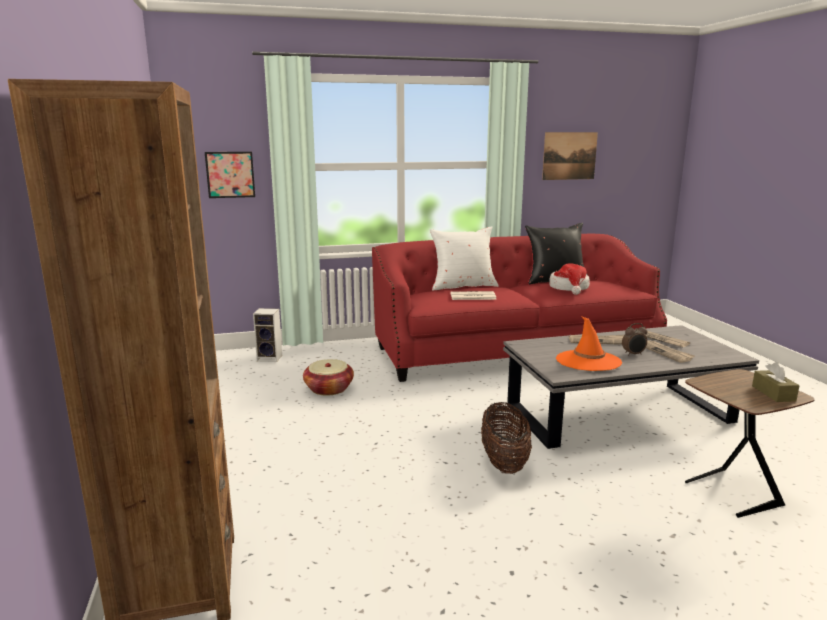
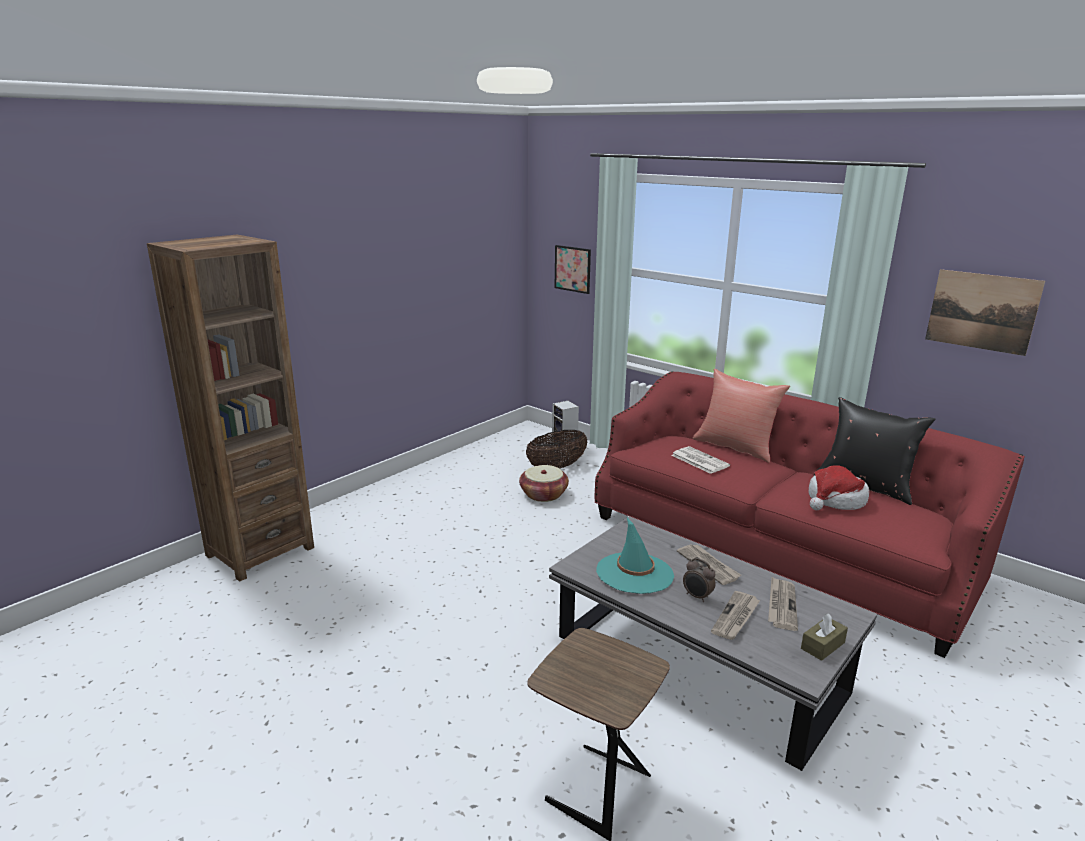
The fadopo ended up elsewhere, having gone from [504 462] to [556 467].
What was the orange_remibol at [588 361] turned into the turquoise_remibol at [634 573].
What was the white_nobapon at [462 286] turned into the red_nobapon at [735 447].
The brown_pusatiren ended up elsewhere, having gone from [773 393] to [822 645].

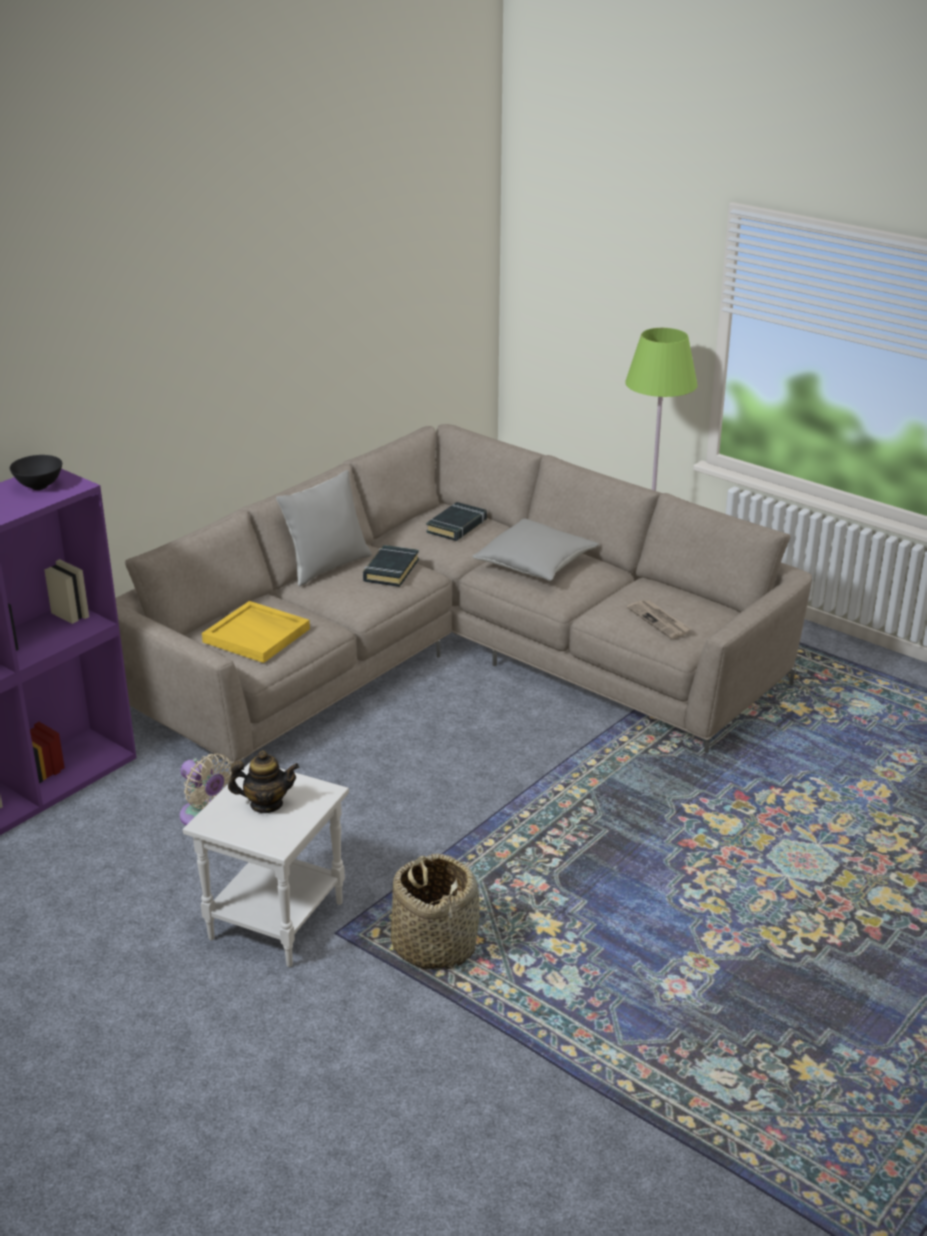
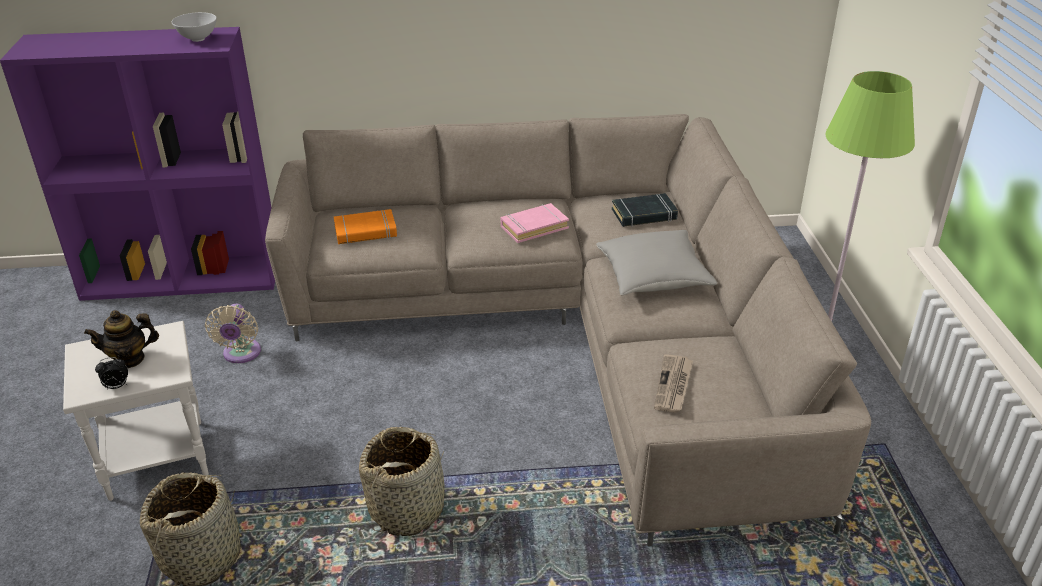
The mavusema at [266 804] ended up facing another way, 120 degrees clockwise from before.
The second view gained the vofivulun at [116 386].
What was the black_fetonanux at [39 487] turned into the white_fetonanux at [198 39].
Where the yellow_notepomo stood at [257 635], the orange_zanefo came to stand at [365 231].
The second view gained the fadopo at [407 508].
What was the black_zanefo at [390 570] turned into the pink_zanefo at [534 227].
The second view lost the grey_nobapon at [327 567].

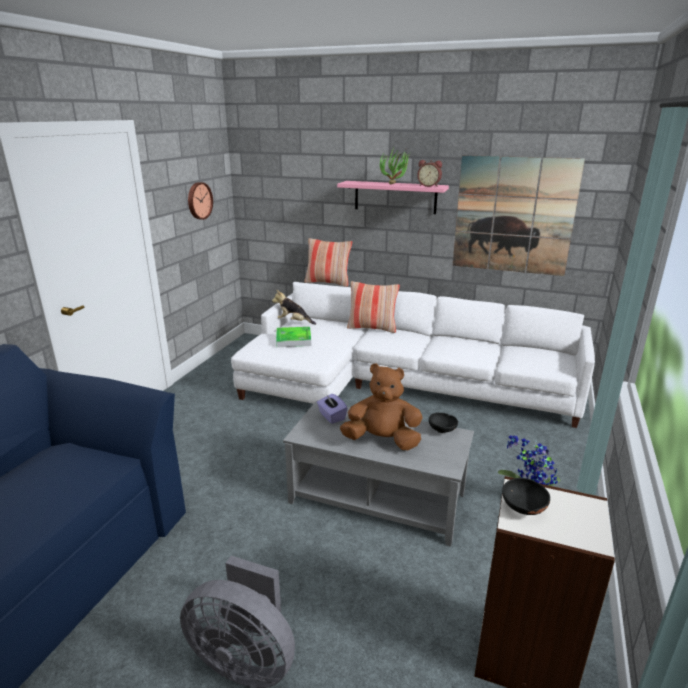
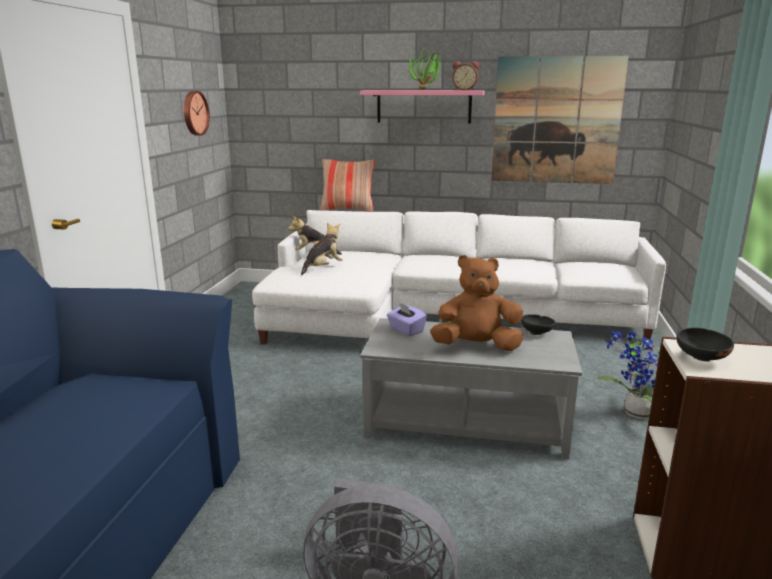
Where the notepomo stood at [293 339], the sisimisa came to stand at [323 268].
The second view lost the nobapon at [372 328].

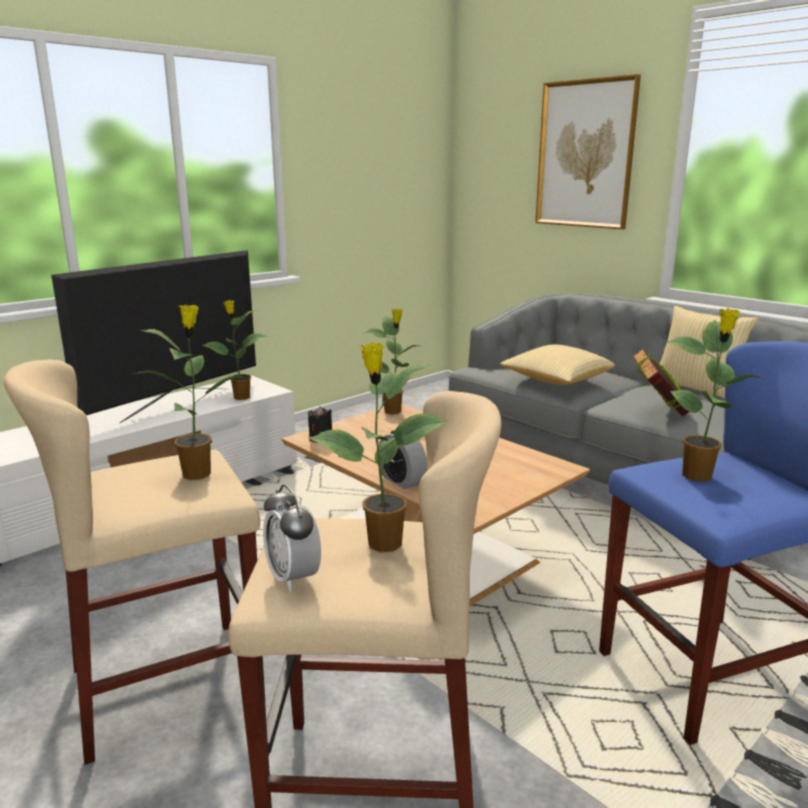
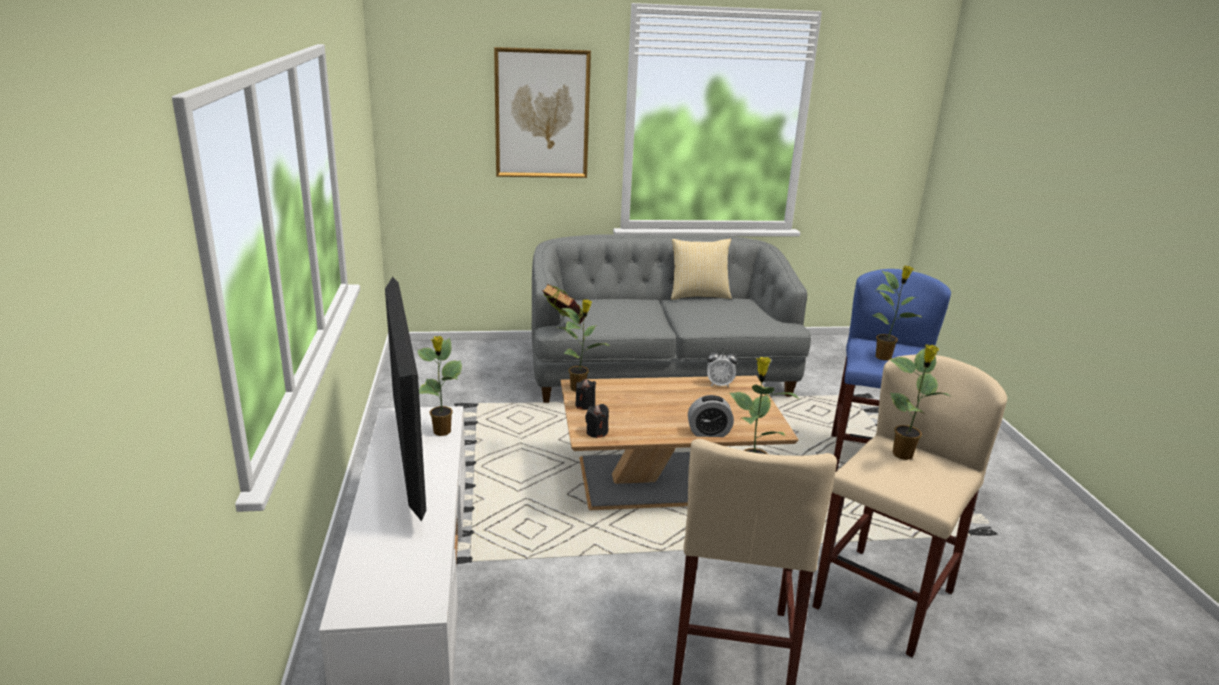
The zanefo ended up elsewhere, having gone from [658 411] to [563 325].
The second view gained the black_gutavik at [585 405].
The vofivulun ended up elsewhere, having gone from [293 577] to [719 384].
The second view lost the nobapon at [556 381].

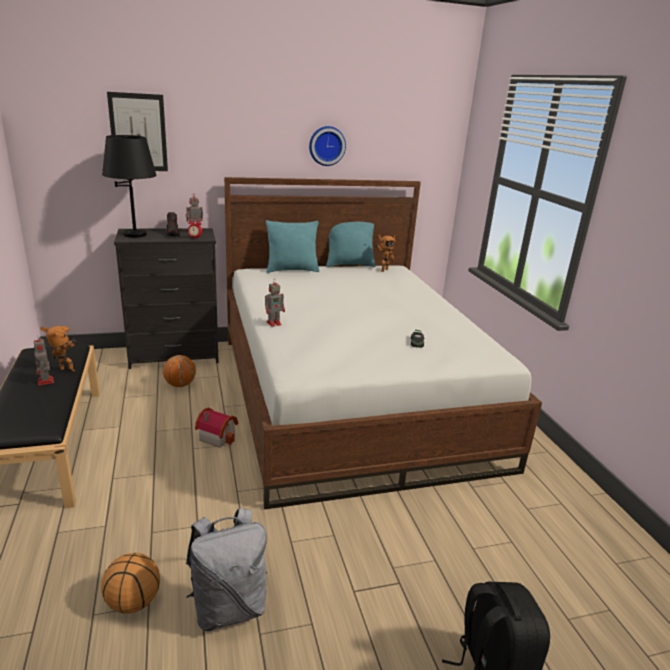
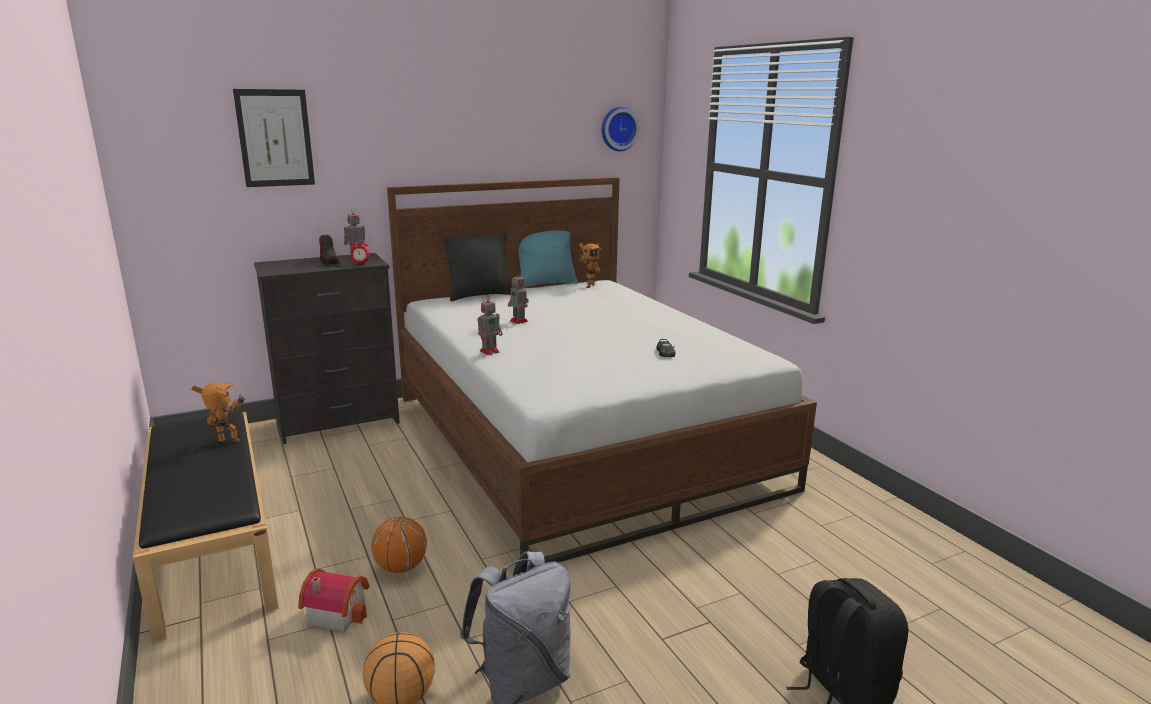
The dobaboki ended up elsewhere, having gone from [217 436] to [337 612].
The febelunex ended up elsewhere, having gone from [180 385] to [401 567].
What was the turquoise_nobapon at [292 270] turned into the black_nobapon at [480 295].
The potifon ended up elsewhere, having gone from [46 381] to [519 321].
The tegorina ended up elsewhere, having gone from [326 145] to [618 128].
The second view lost the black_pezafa at [135 234].

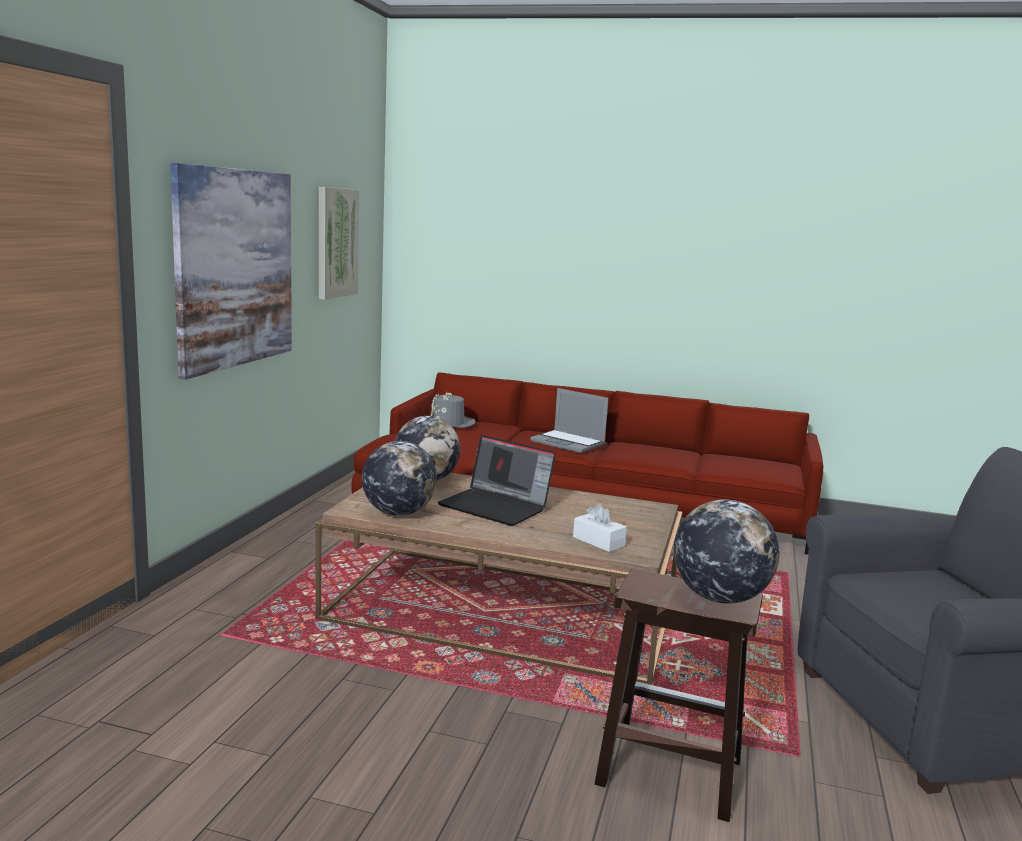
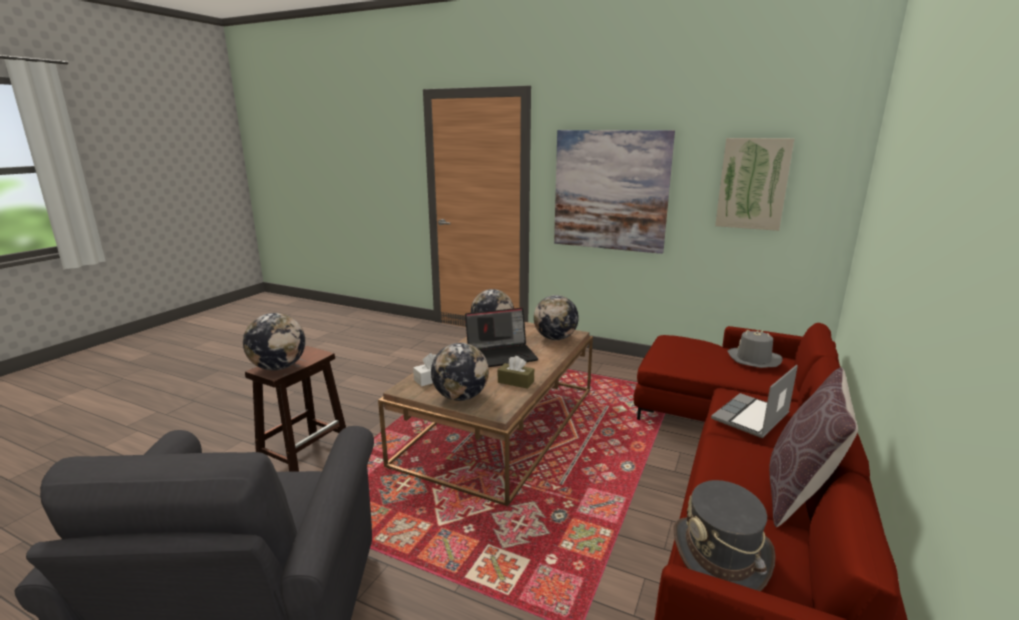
The second view gained the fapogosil at [460 397].
The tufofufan at [497 507] ended up facing another way, 150 degrees counterclockwise from before.
The second view gained the brown_pusatiren at [515 382].
The second view gained the grey_remibol at [720 557].
The second view gained the brown_nobapon at [799 492].

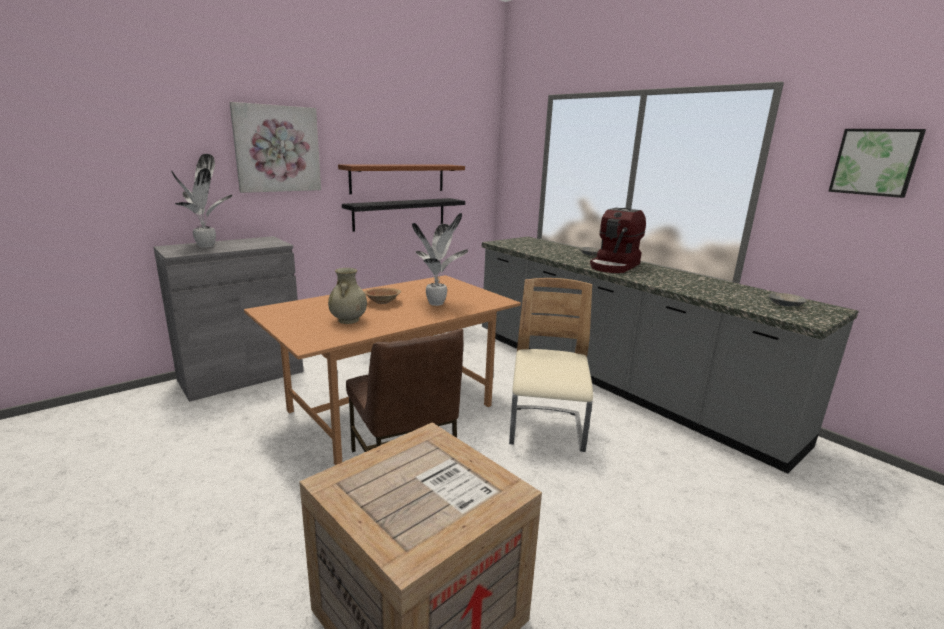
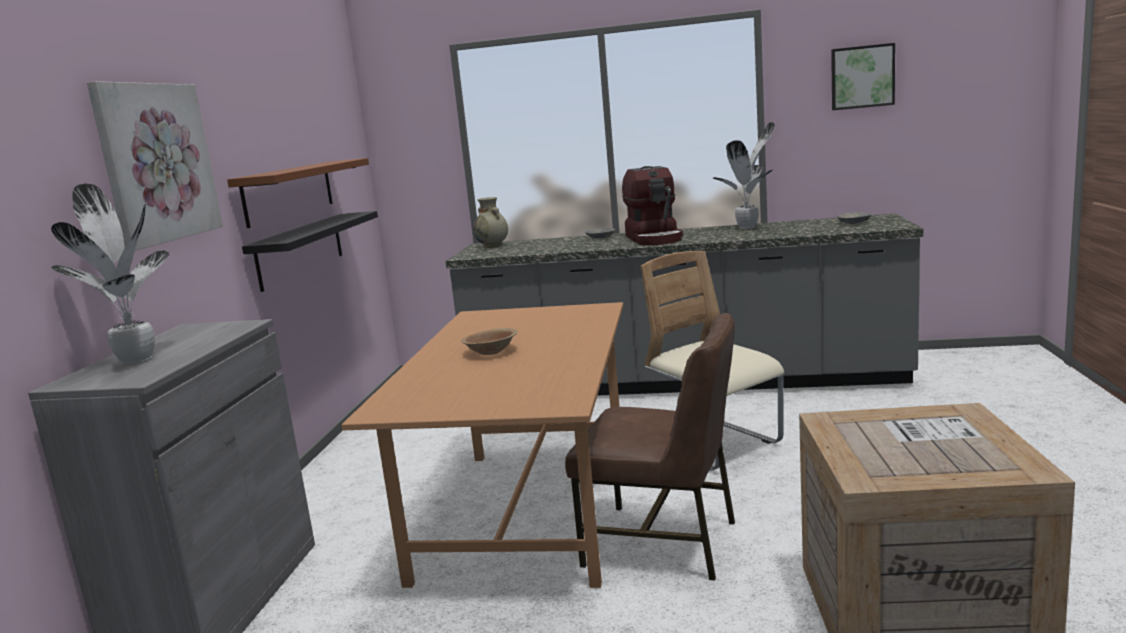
The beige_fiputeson ended up elsewhere, having gone from [348 320] to [493 246].
The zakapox ended up elsewhere, having gone from [437 303] to [749 227].

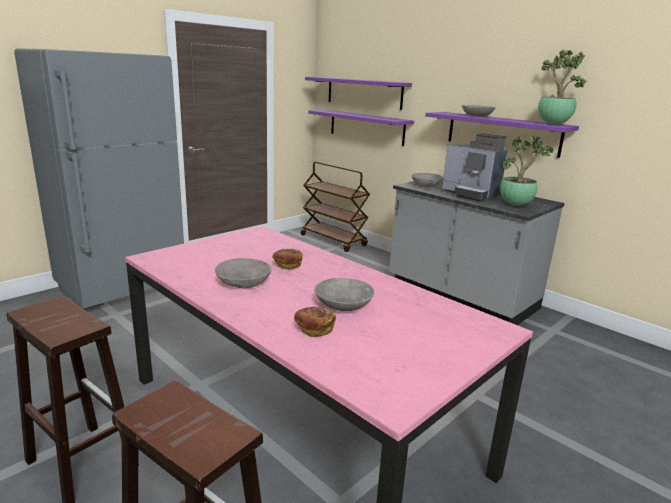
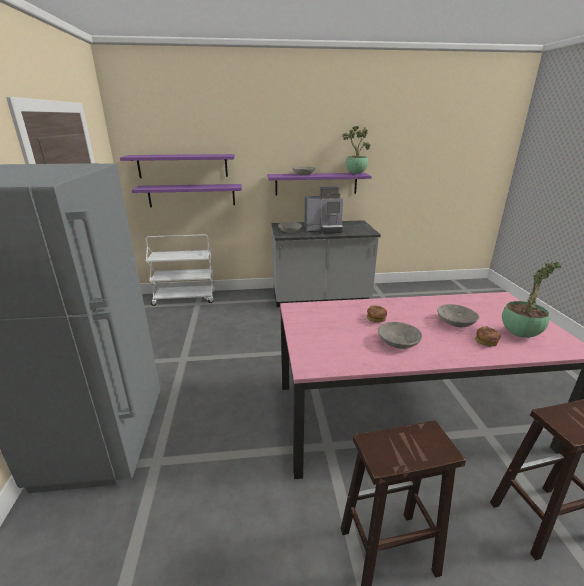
What was the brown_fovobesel at [333 240] turned into the white_fovobesel at [185 298].
The zakapox ended up elsewhere, having gone from [516 205] to [519 334].

